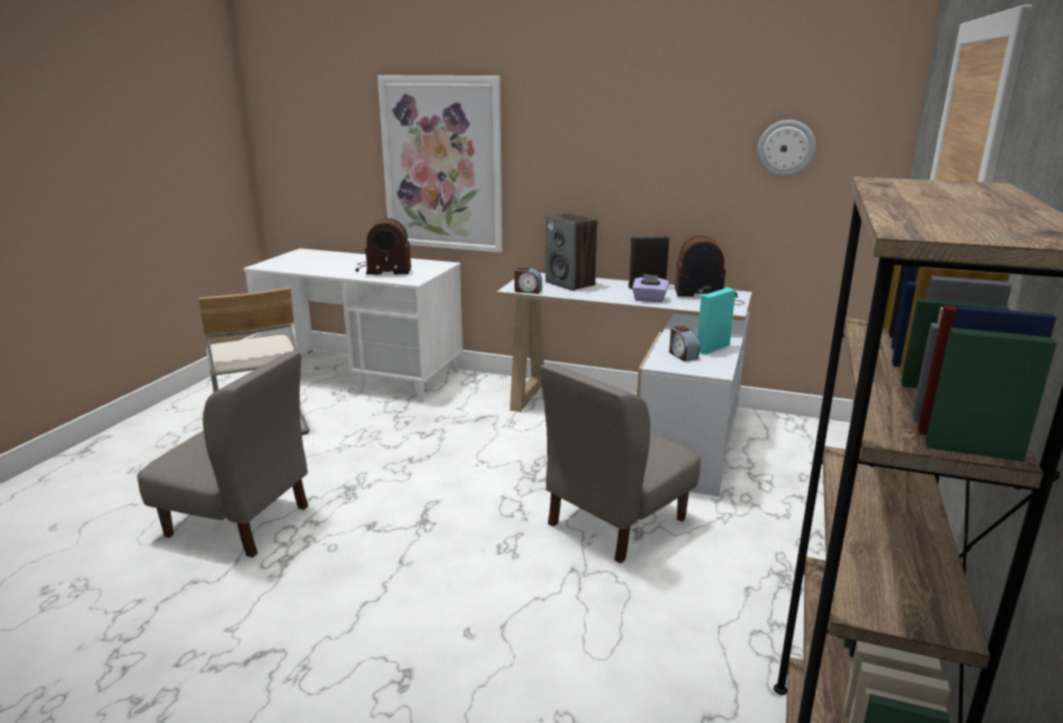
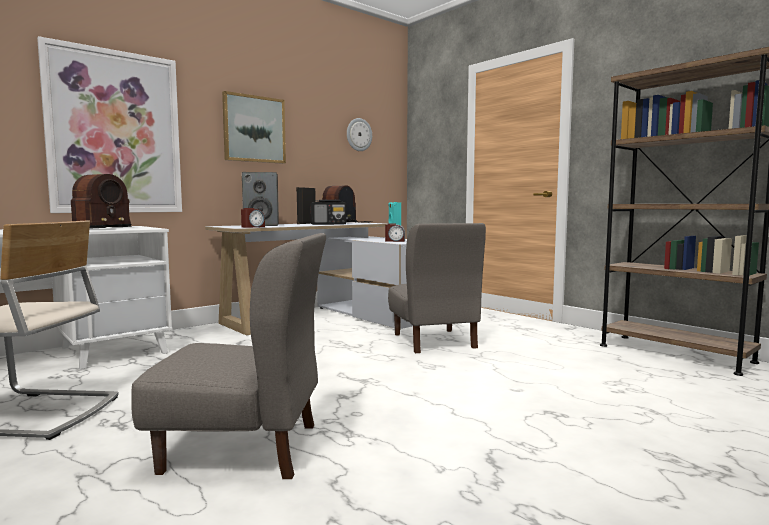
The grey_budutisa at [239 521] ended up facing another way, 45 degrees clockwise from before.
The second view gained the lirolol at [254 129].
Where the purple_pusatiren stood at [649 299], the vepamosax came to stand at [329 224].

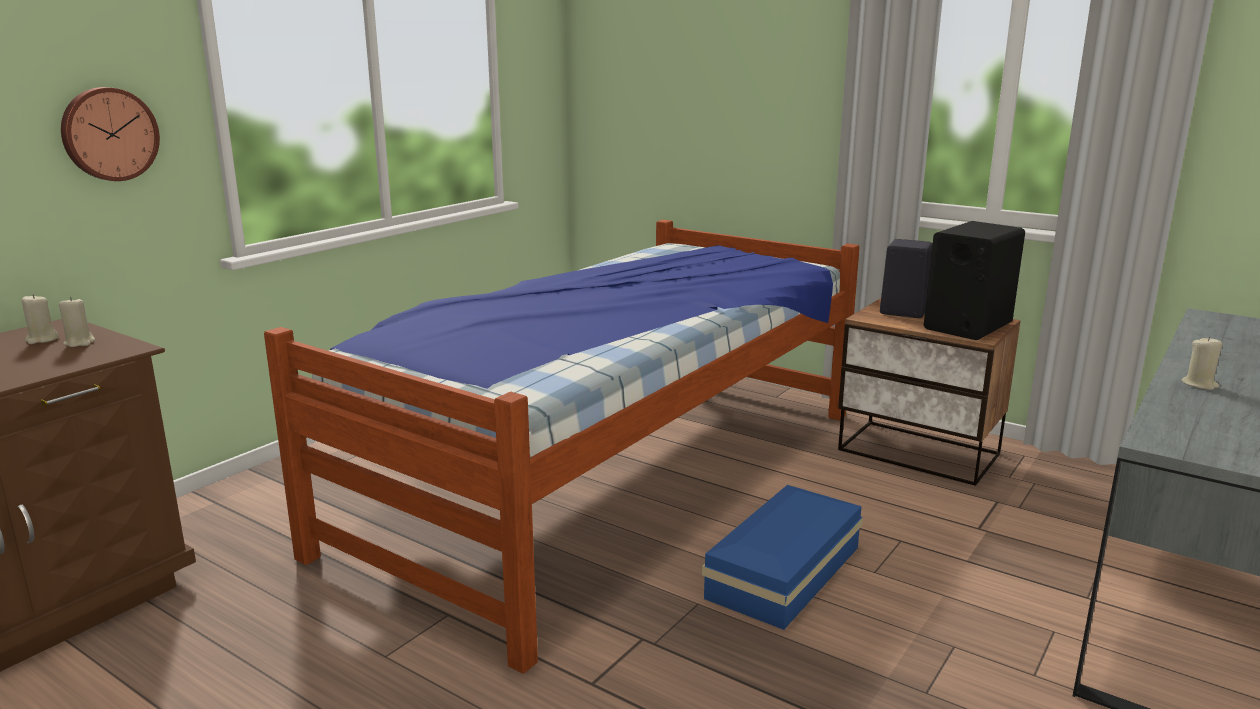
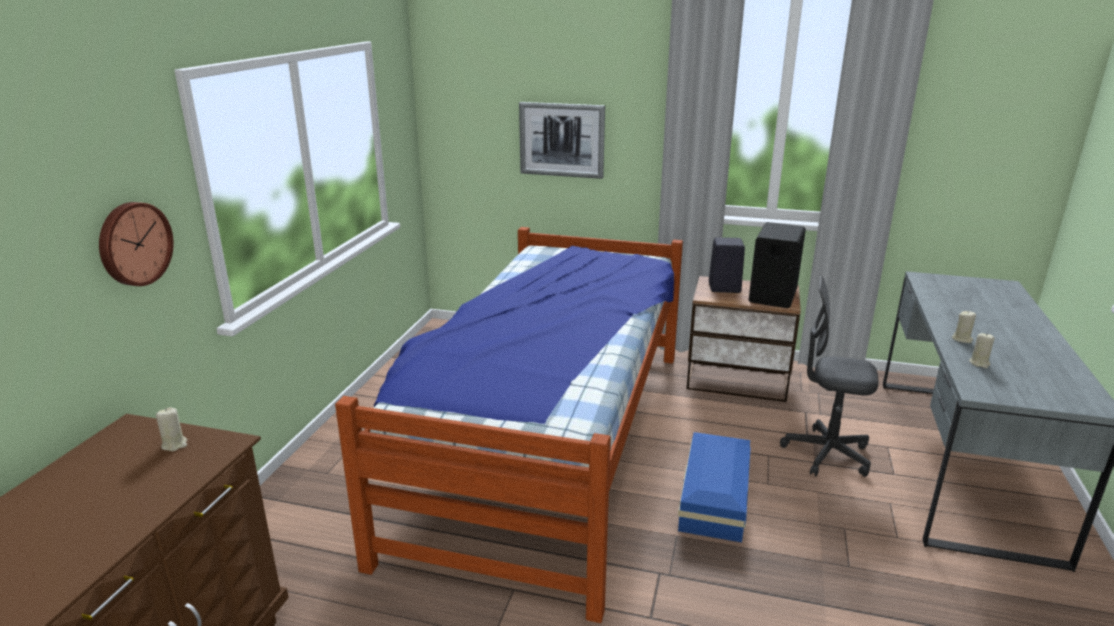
The second view gained the lirolol at [562 140].
The second view gained the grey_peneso at [826 454].
The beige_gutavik ended up elsewhere, having gone from [42 339] to [979 363].

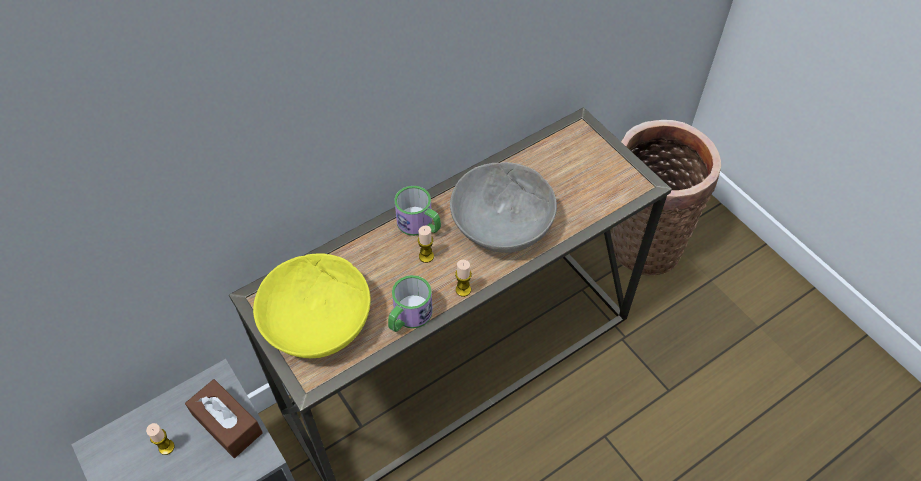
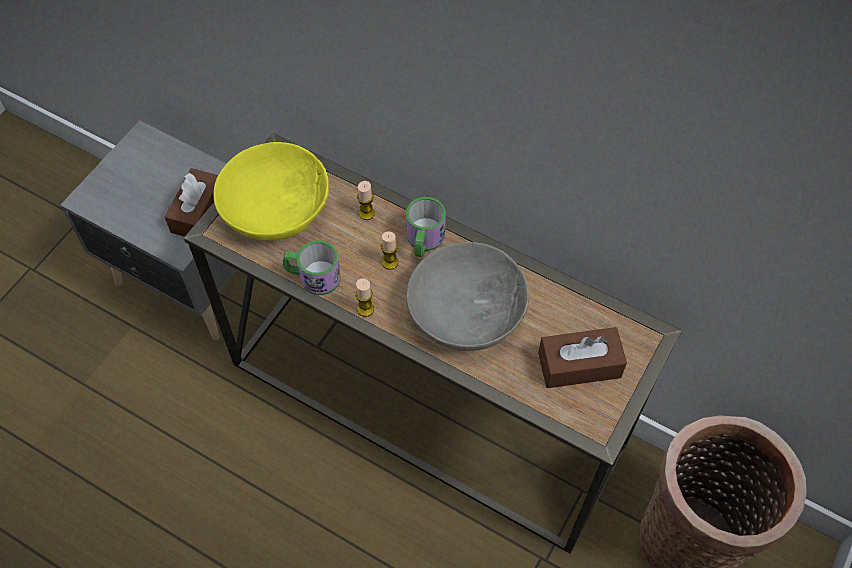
The gutavik ended up elsewhere, having gone from [166 447] to [366 213].
The second view gained the brown_pusatiren at [579 365].

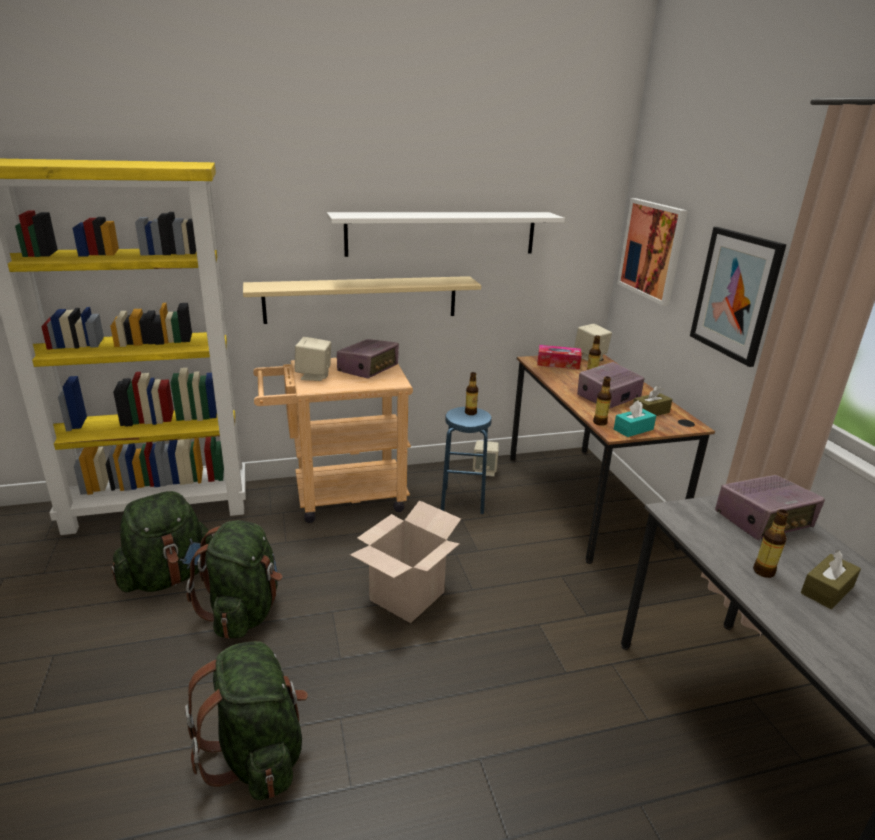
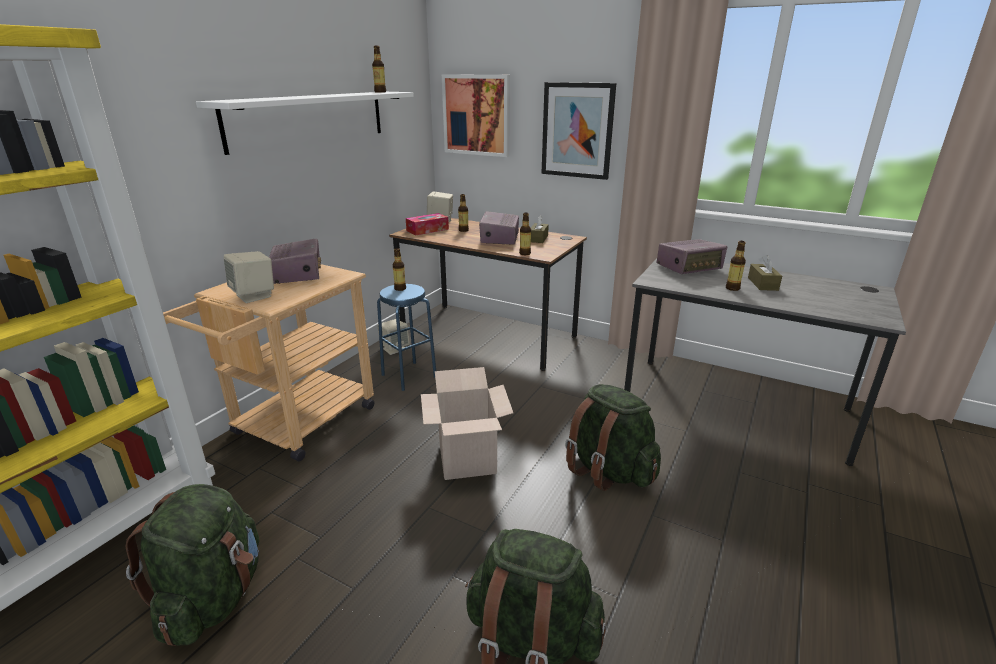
The second view gained the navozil at [380 92].
The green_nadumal ended up elsewhere, having gone from [244 611] to [608 470].
The vepamosax at [763 521] ended up facing another way, 45 degrees clockwise from before.
The second view lost the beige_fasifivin at [361 299].
The second view lost the turquoise_pusatiren at [633 429].

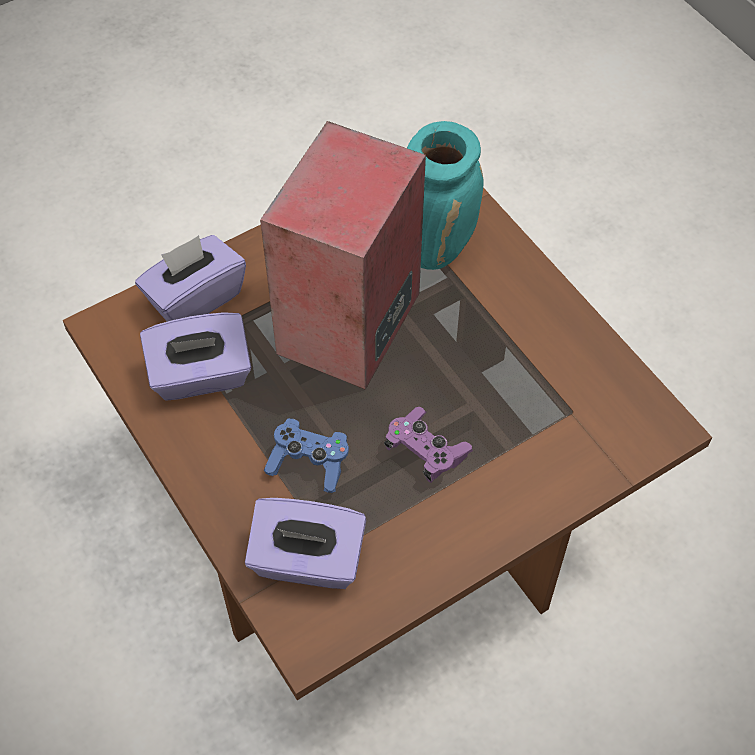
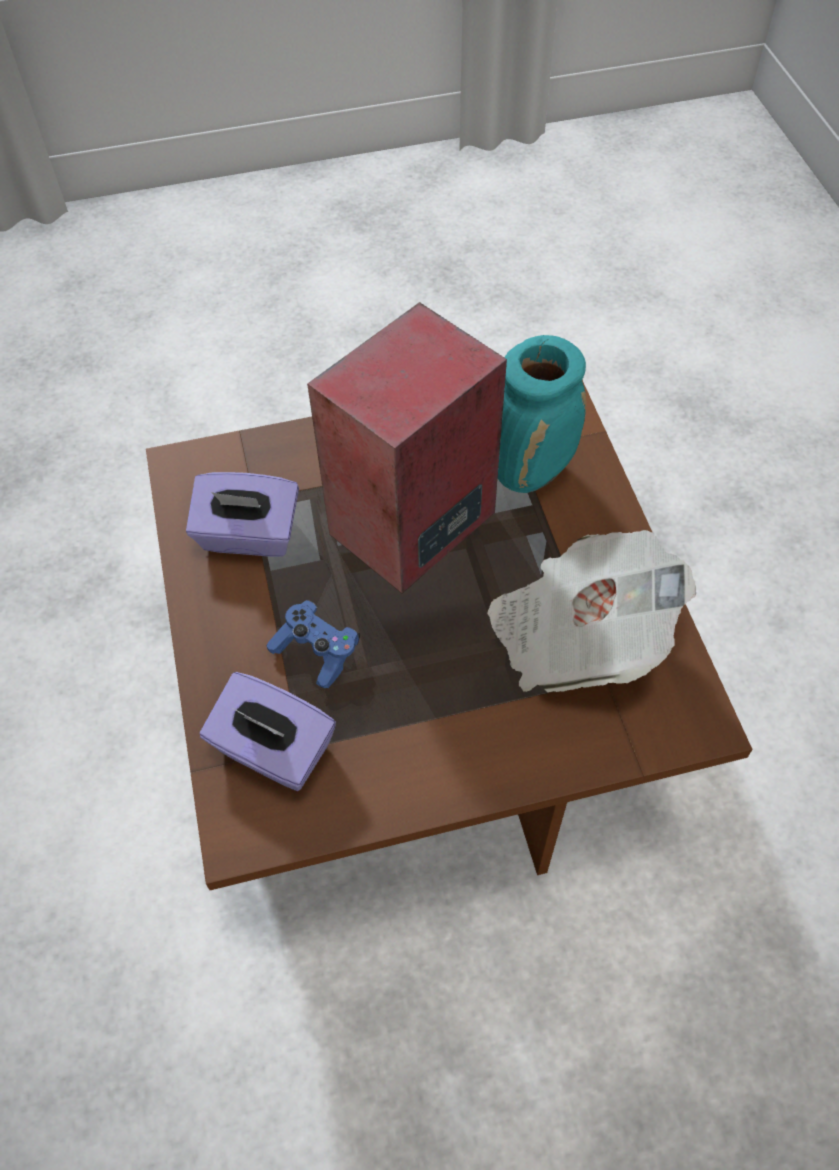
The second view gained the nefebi at [578 635].
The second view lost the purple_pusatiren at [195 298].
The second view lost the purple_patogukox at [425 451].

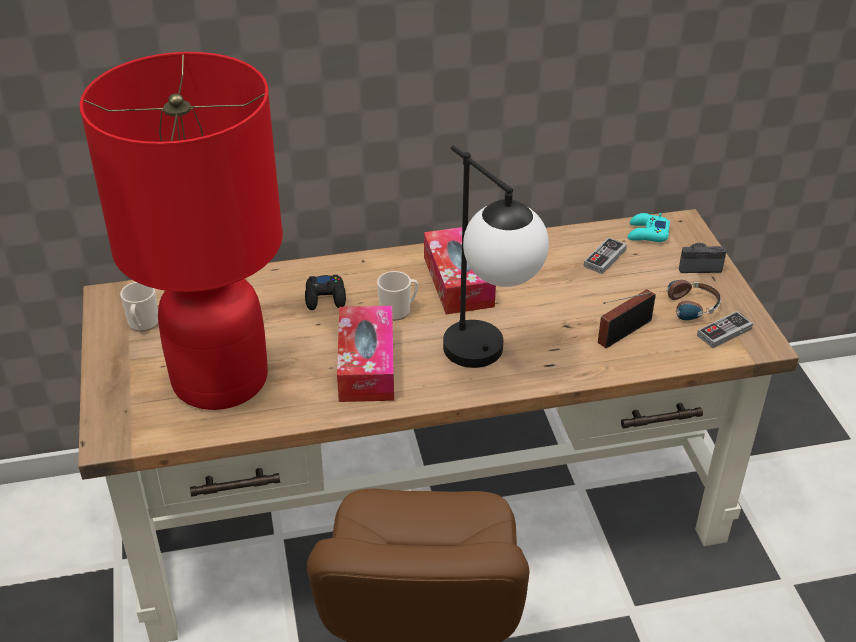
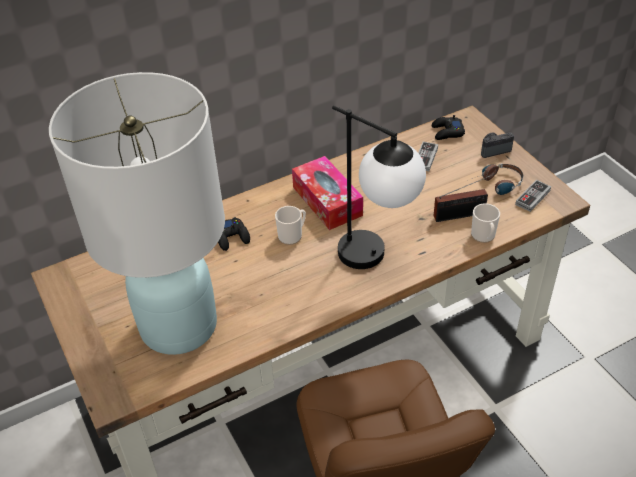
What was the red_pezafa at [219 379] turned into the white_pezafa at [178 326].
What was the turquoise_patogukox at [647 233] turned into the black_patogukox at [447 132].
The vepamosax at [621 333] ended up facing another way, 135 degrees counterclockwise from before.
The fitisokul ended up elsewhere, having gone from [142 324] to [484 236].
The second view lost the pusatiren at [366 365].

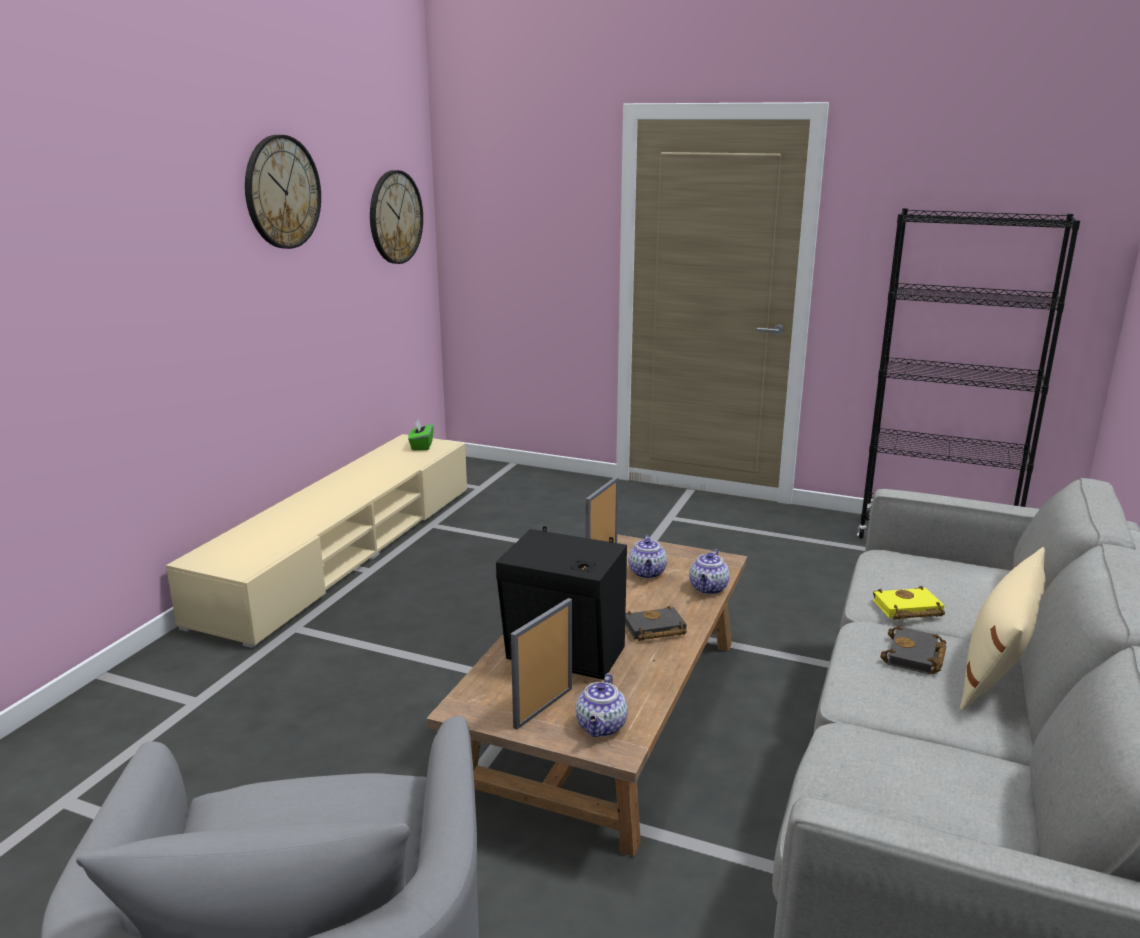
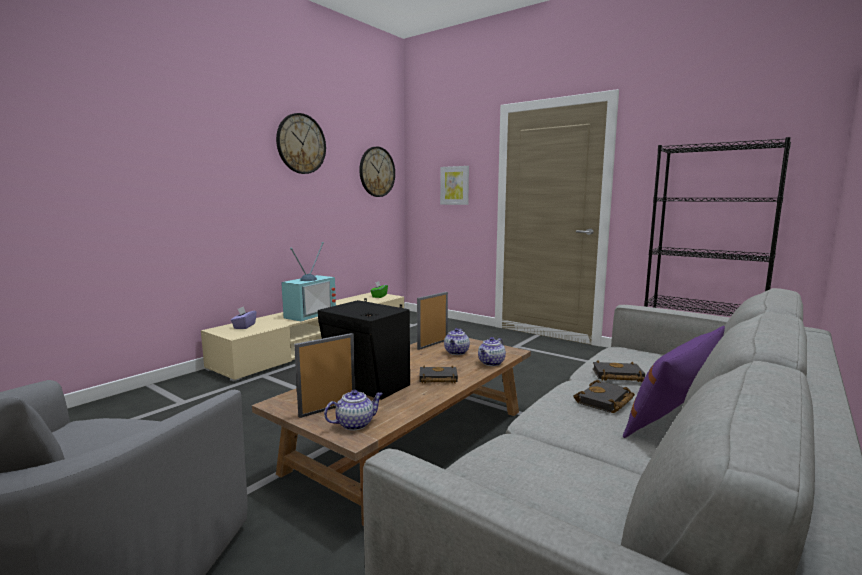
The second view gained the purple_pusatiren at [244 326].
The second view gained the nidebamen at [309 314].
The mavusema at [601 727] ended up facing another way, 150 degrees counterclockwise from before.
The second view gained the lirolol at [455 185].
What was the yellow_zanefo at [906 609] turned into the black_zanefo at [616 376].
What was the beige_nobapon at [997 664] turned into the purple_nobapon at [675 414].

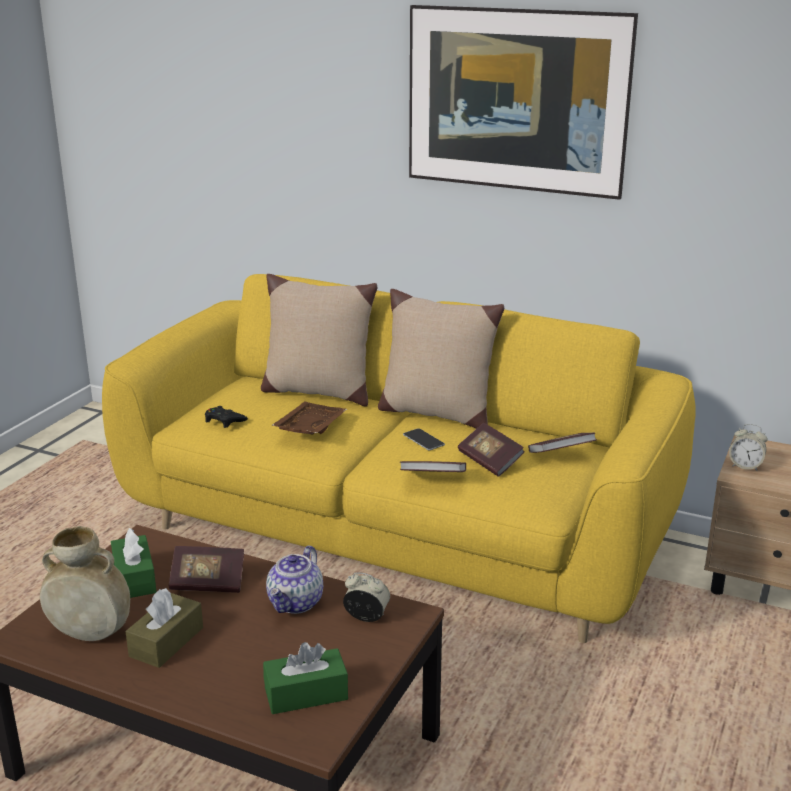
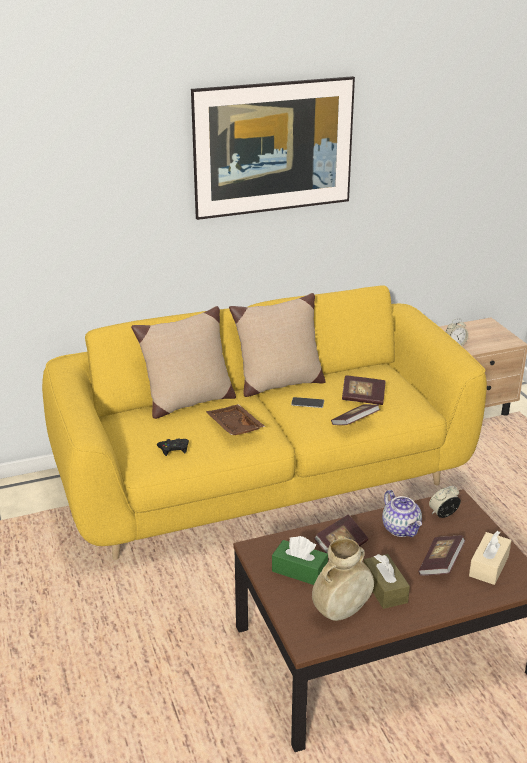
The zanefo ended up elsewhere, having gone from [561 454] to [440 564].
What was the green_pusatiren at [306 694] turned into the beige_pusatiren at [489 566].

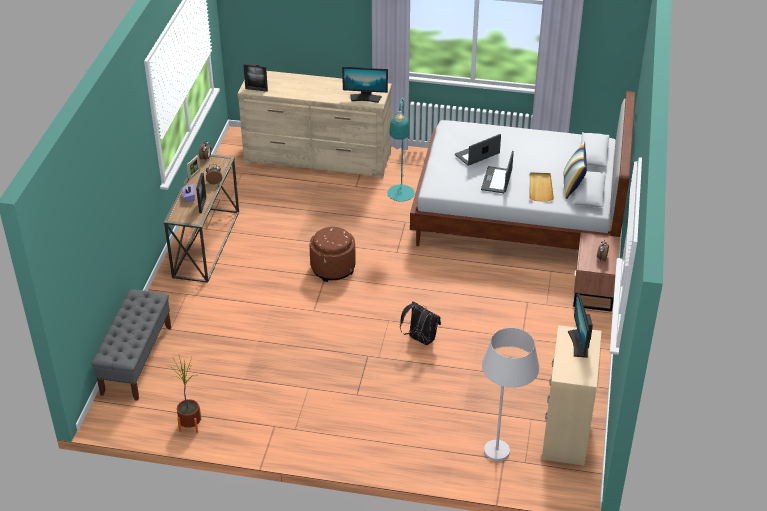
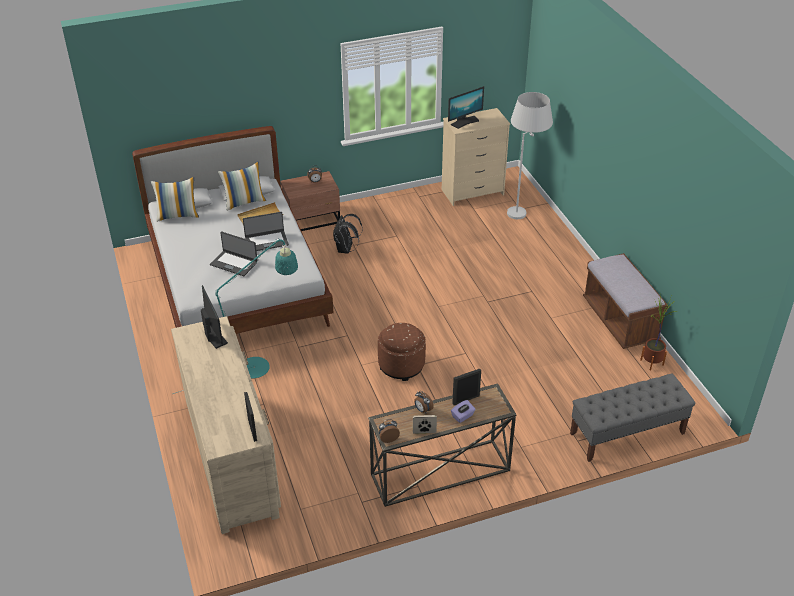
The second view gained the nobapon at [178 215].
The black_nadumal ended up elsewhere, having gone from [420 339] to [346 249].
The second view gained the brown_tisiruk at [620 321].

